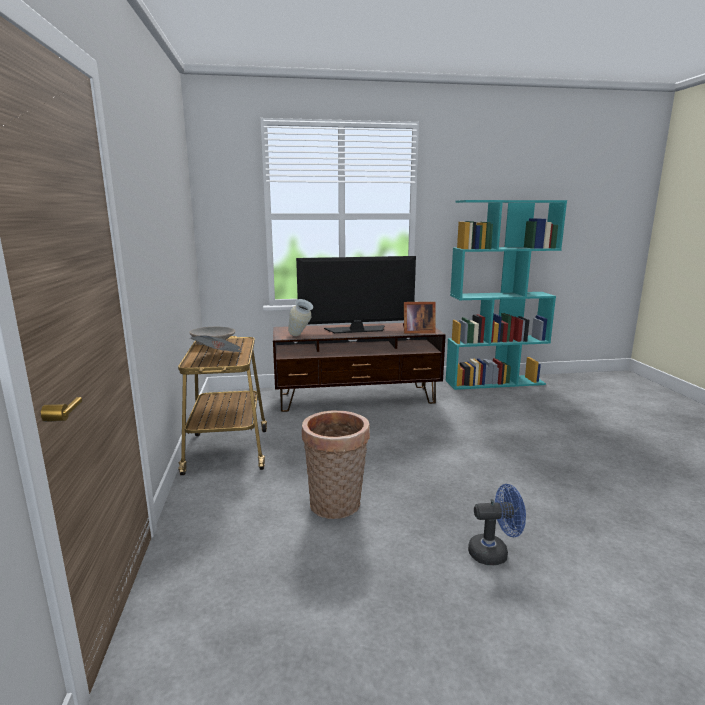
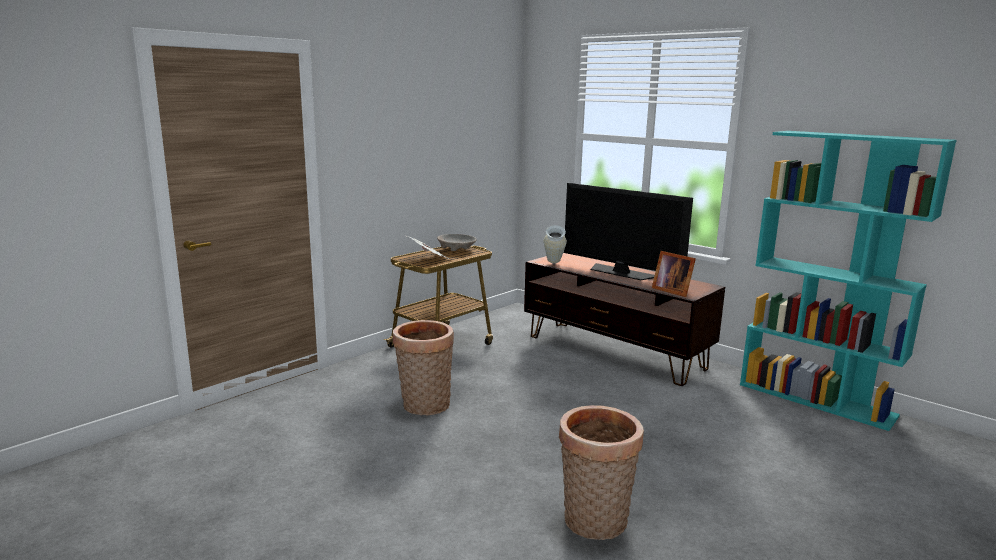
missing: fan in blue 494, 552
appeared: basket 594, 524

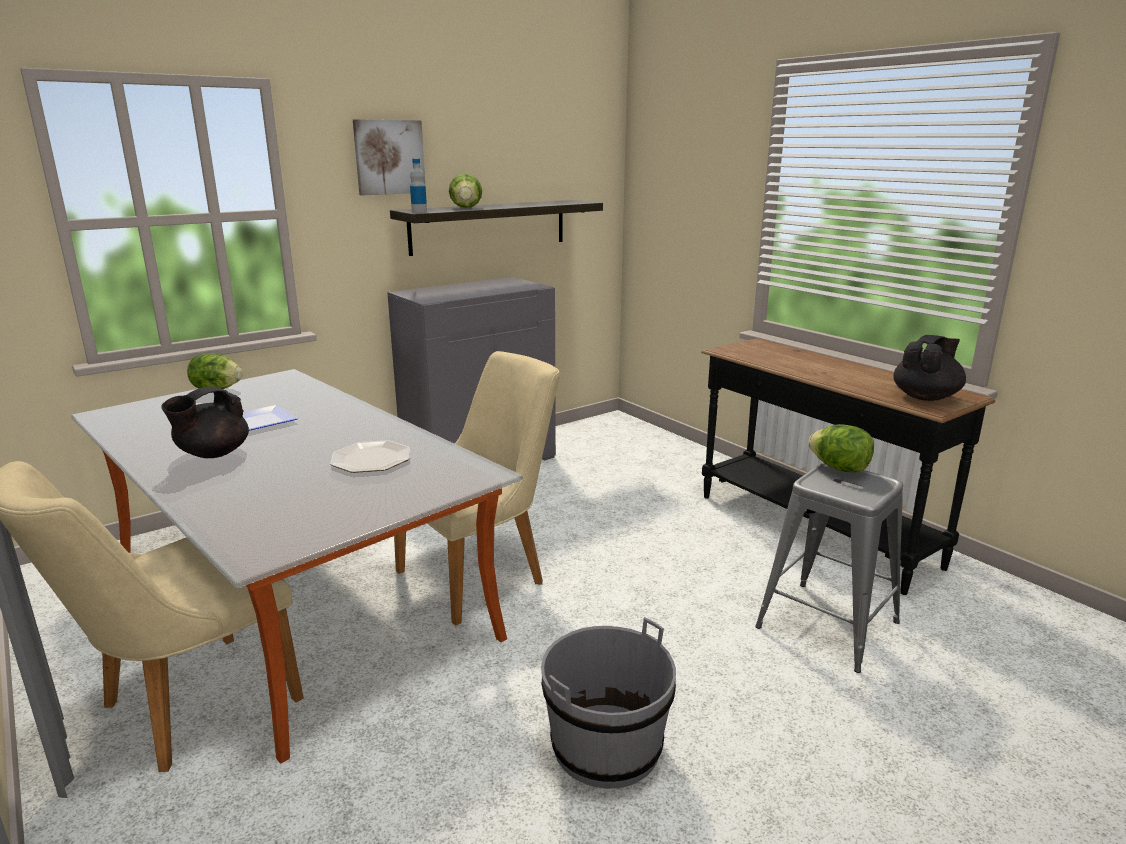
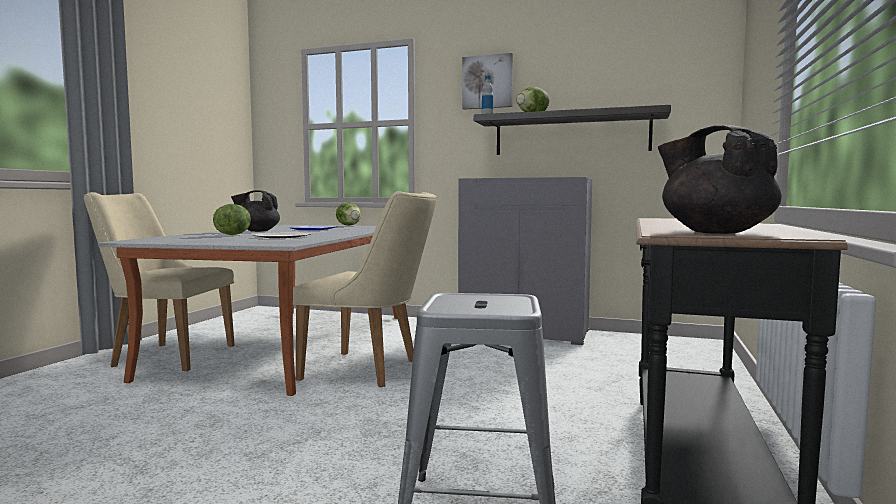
missing: bucket in grey 606, 747
relocated: lettuce 839, 468 to 234, 235
spun: teapot in black 926, 397 = 715, 232 135 degrees counterclockwise

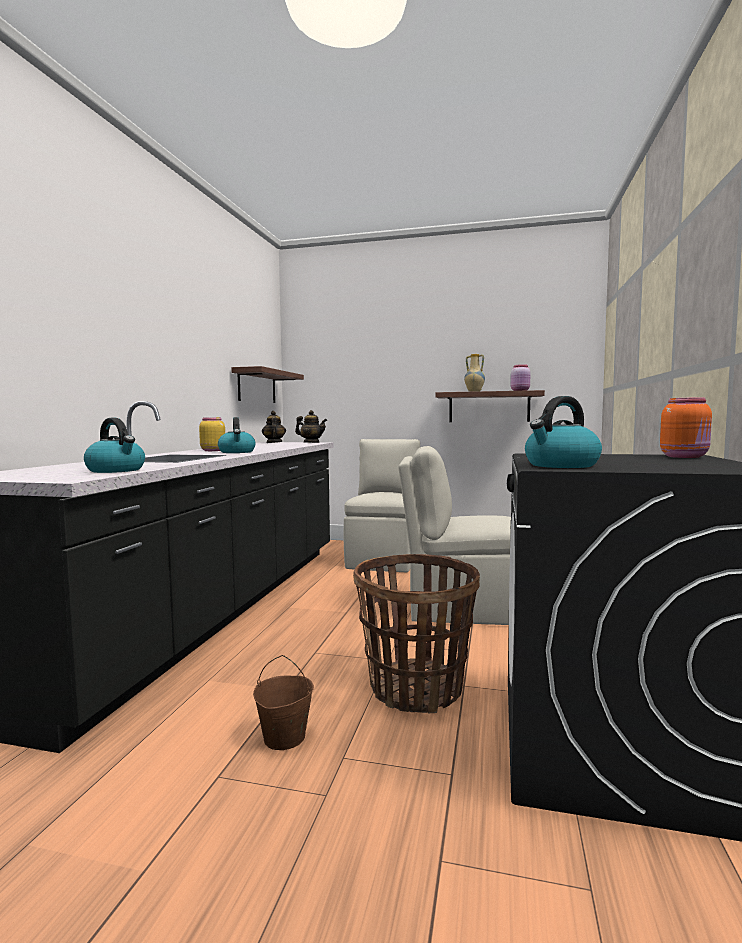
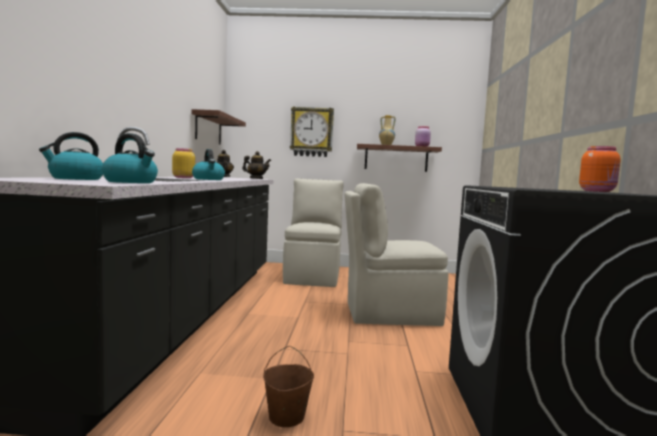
missing: basket 416, 688
appeared: wall clock 311, 132
relocated: kettle 561, 465 to 75, 179

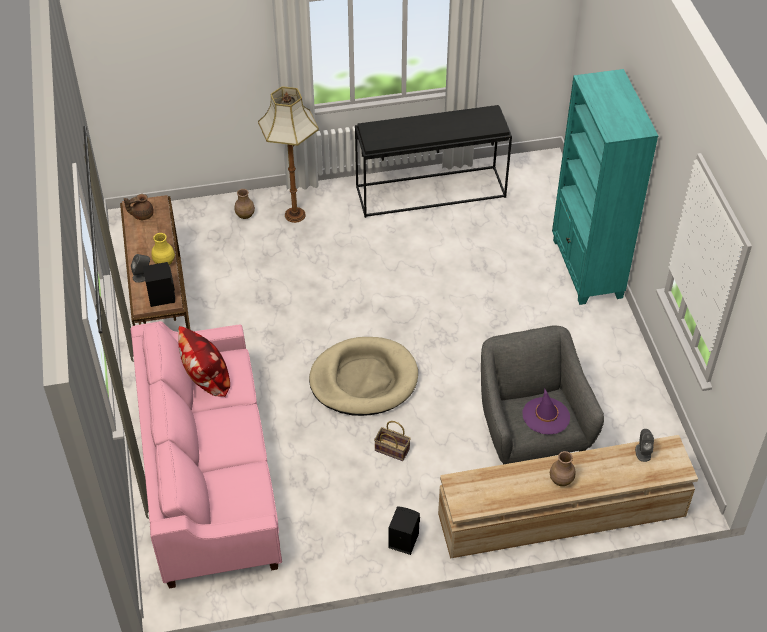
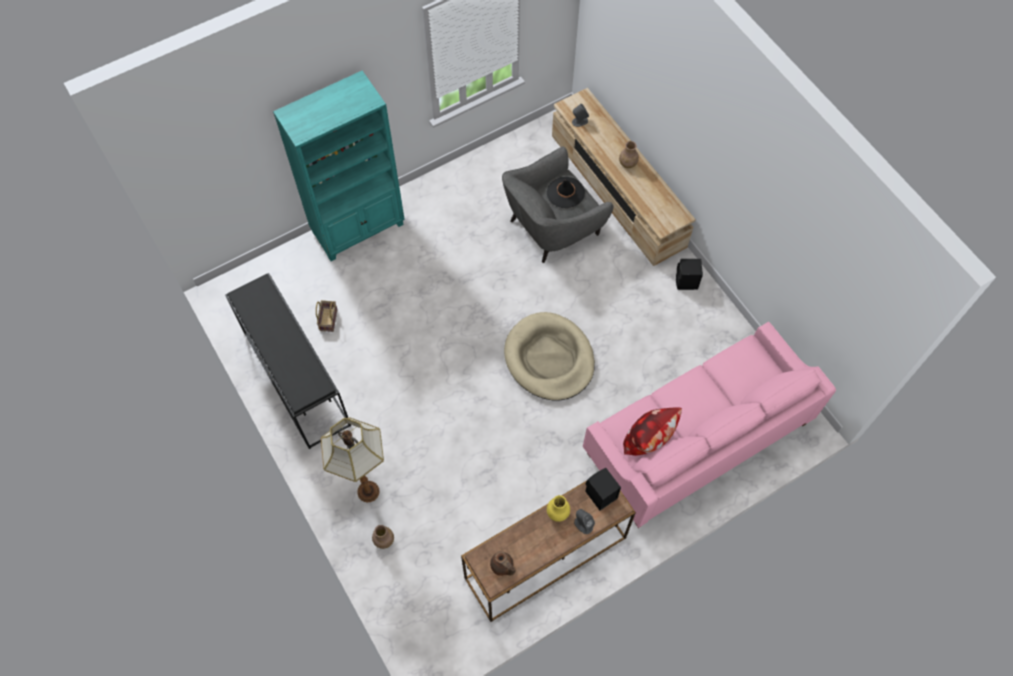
relocated: basket 393, 449 to 328, 319
colour: hat in purple 546, 416 to hat in black 565, 192

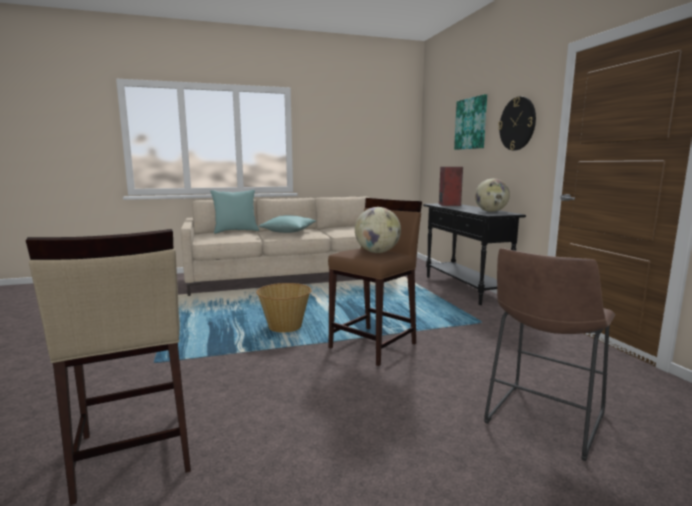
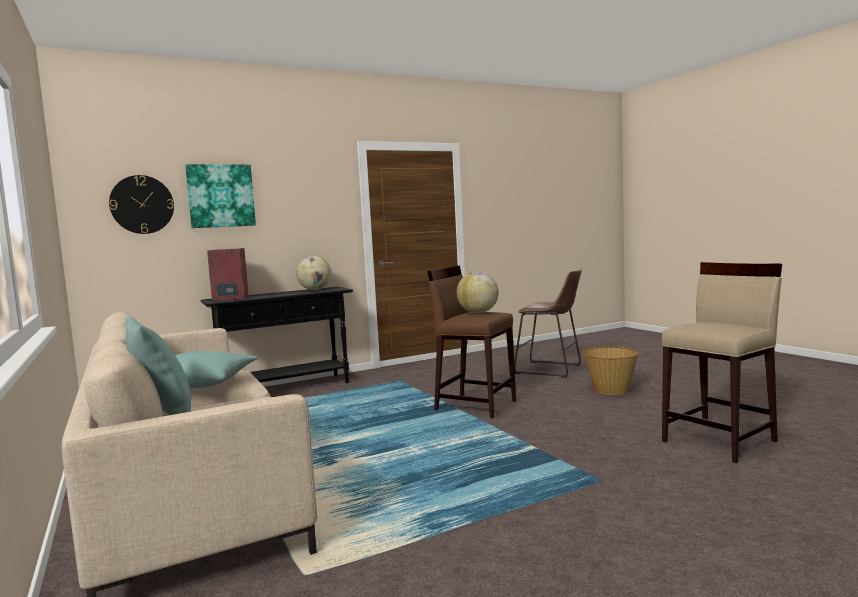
relocated: wall clock 517, 124 to 142, 204; basket 285, 327 to 610, 390

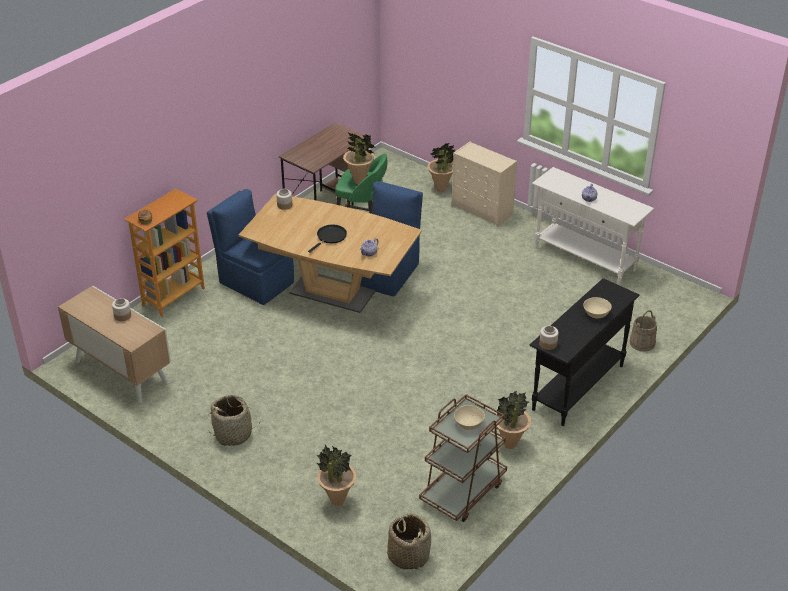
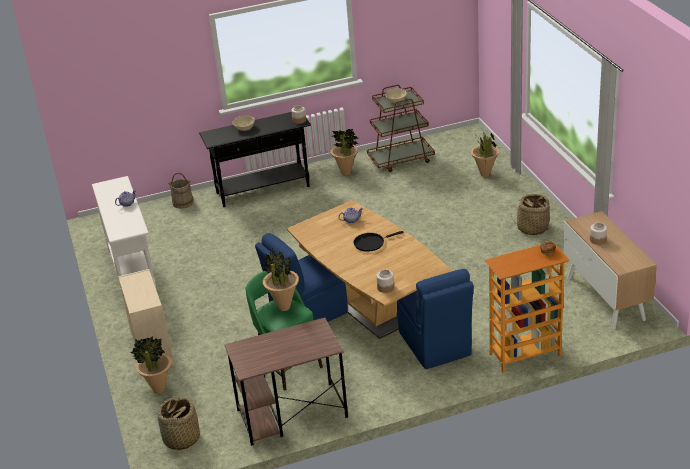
relocated: basket 408, 555 to 181, 439

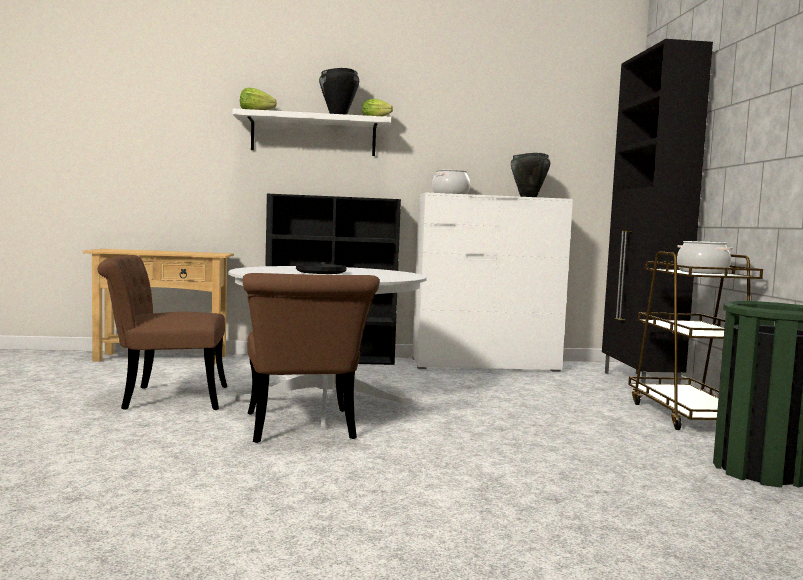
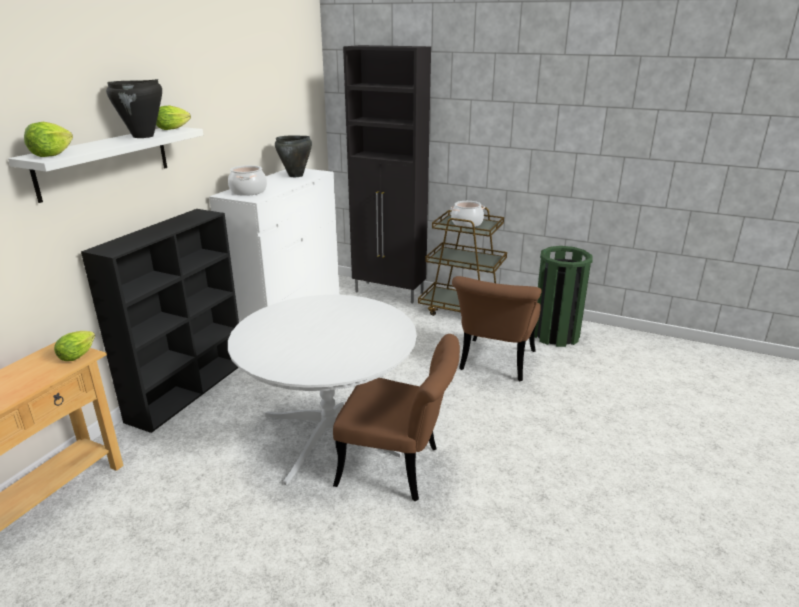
missing: frying pan in black 320, 271
appeared: lettuce 79, 355
relocated: chair in brown 163, 398 to 495, 364

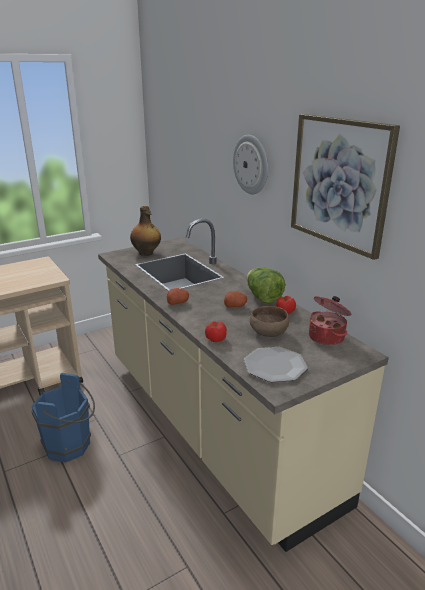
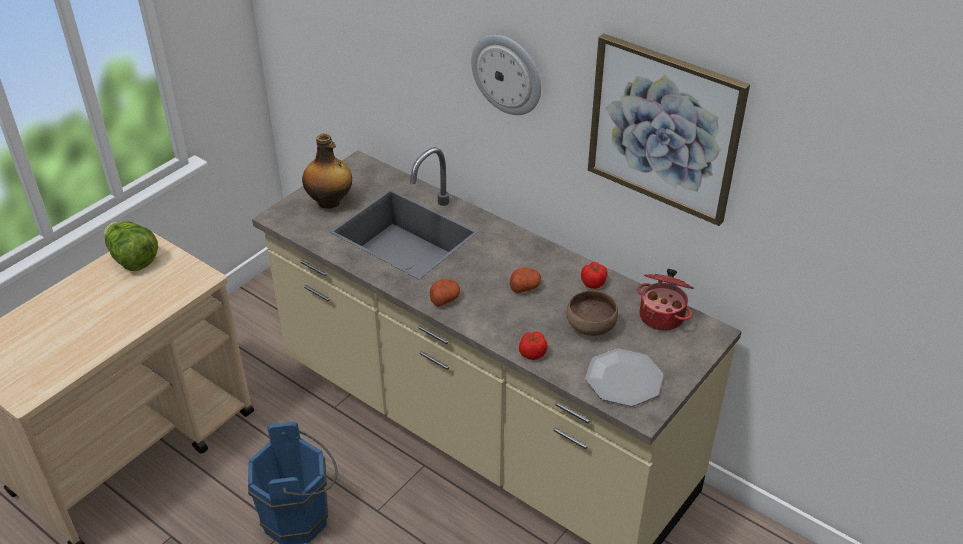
relocated: lettuce 263, 297 to 133, 259

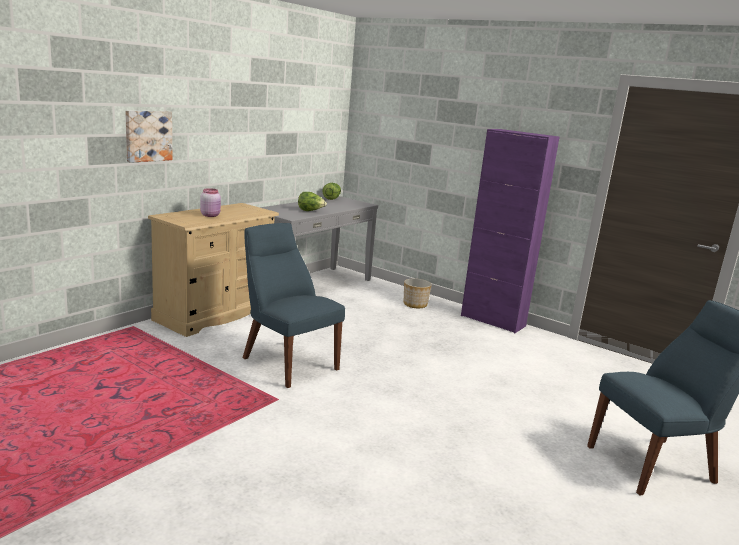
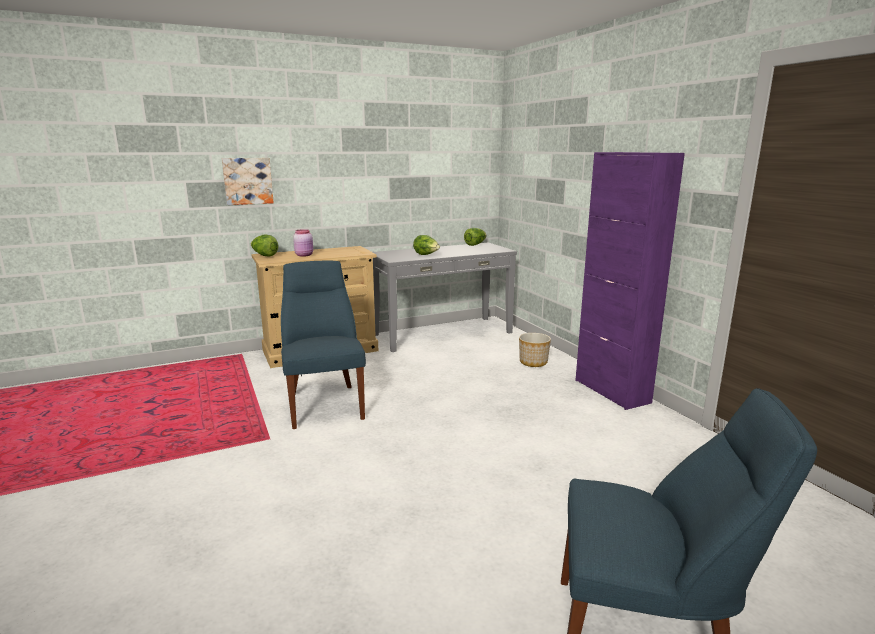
appeared: lettuce 264, 256

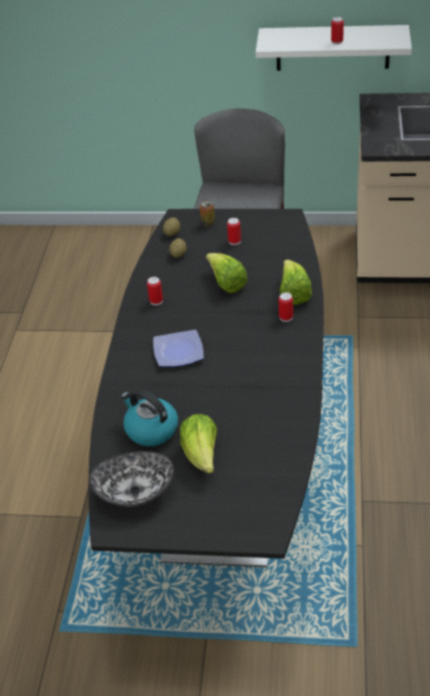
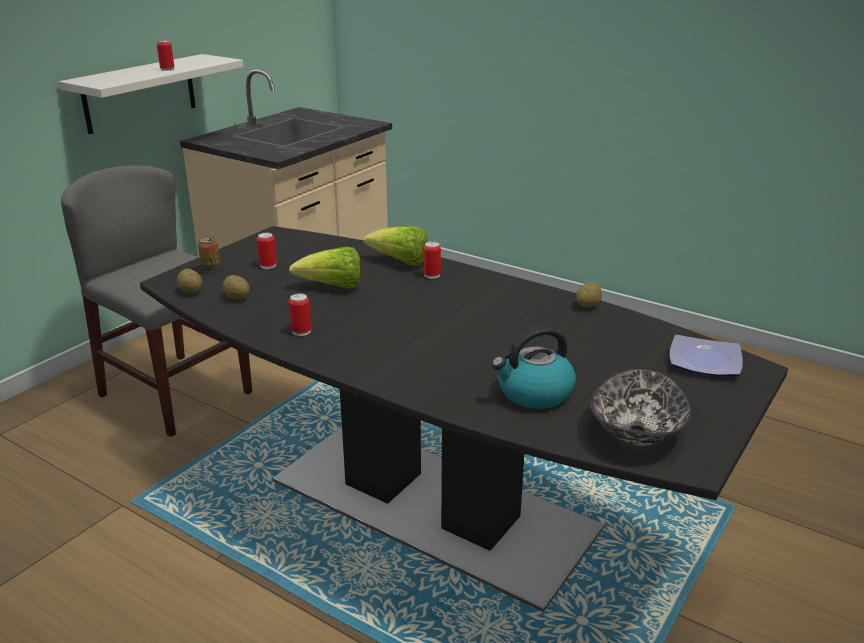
missing: lettuce 202, 455
appeared: potato 588, 305
relocated: plate 179, 351 to 703, 360

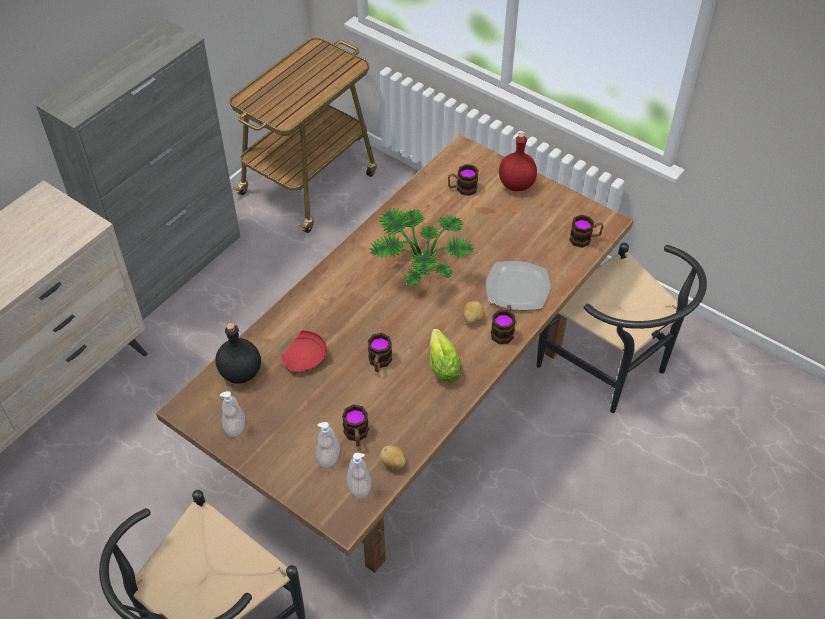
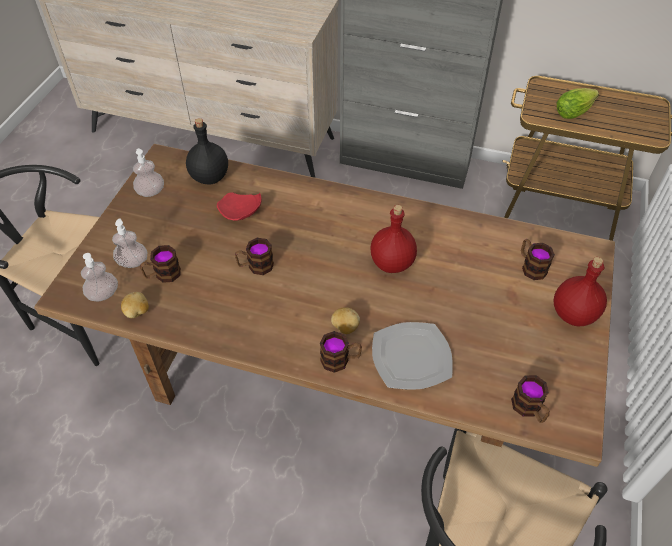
relocated: lettuce 442, 362 to 575, 111
exchanged: potted plant 420, 269 to bottle in red 393, 263

